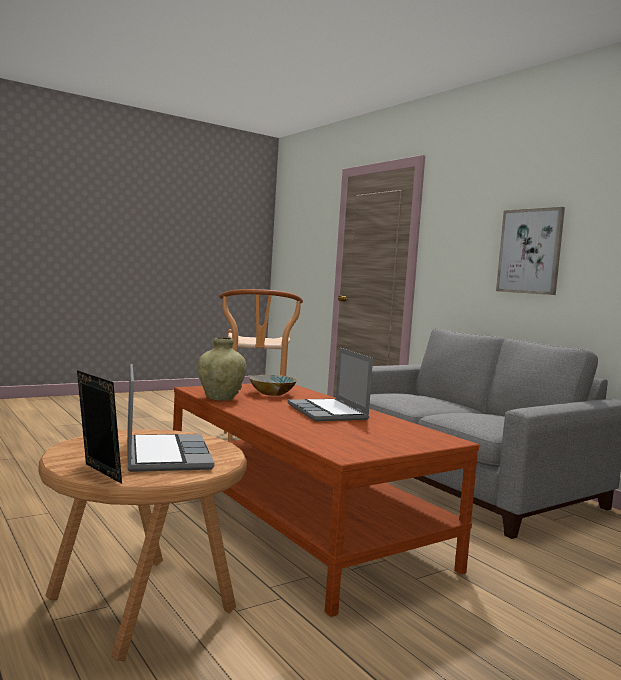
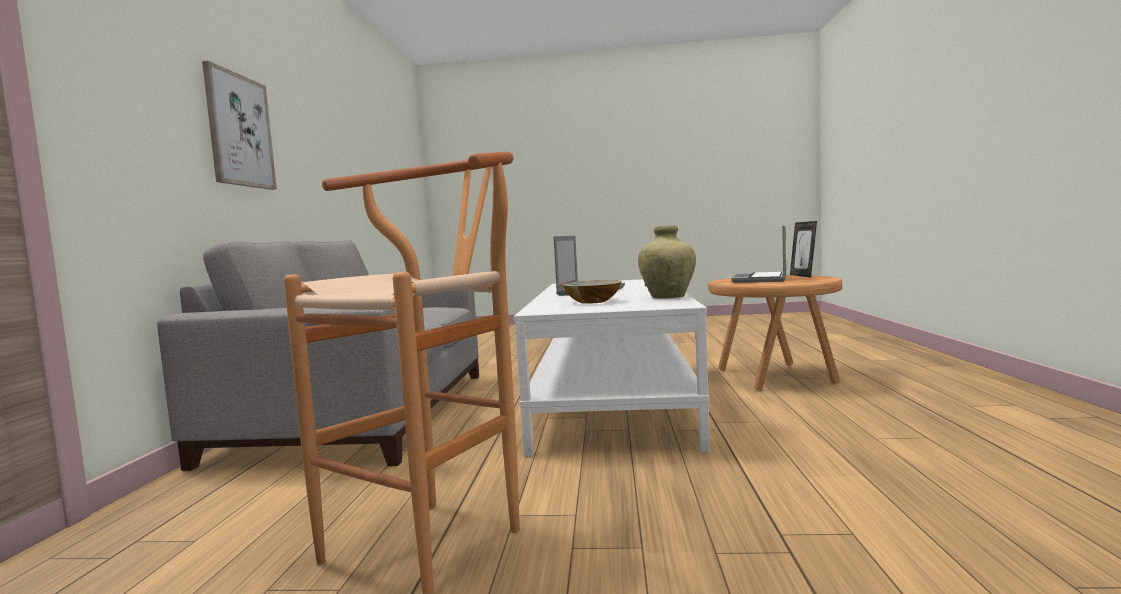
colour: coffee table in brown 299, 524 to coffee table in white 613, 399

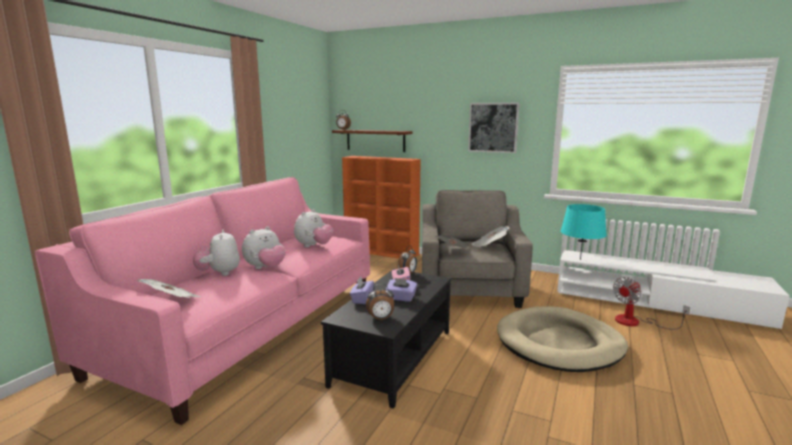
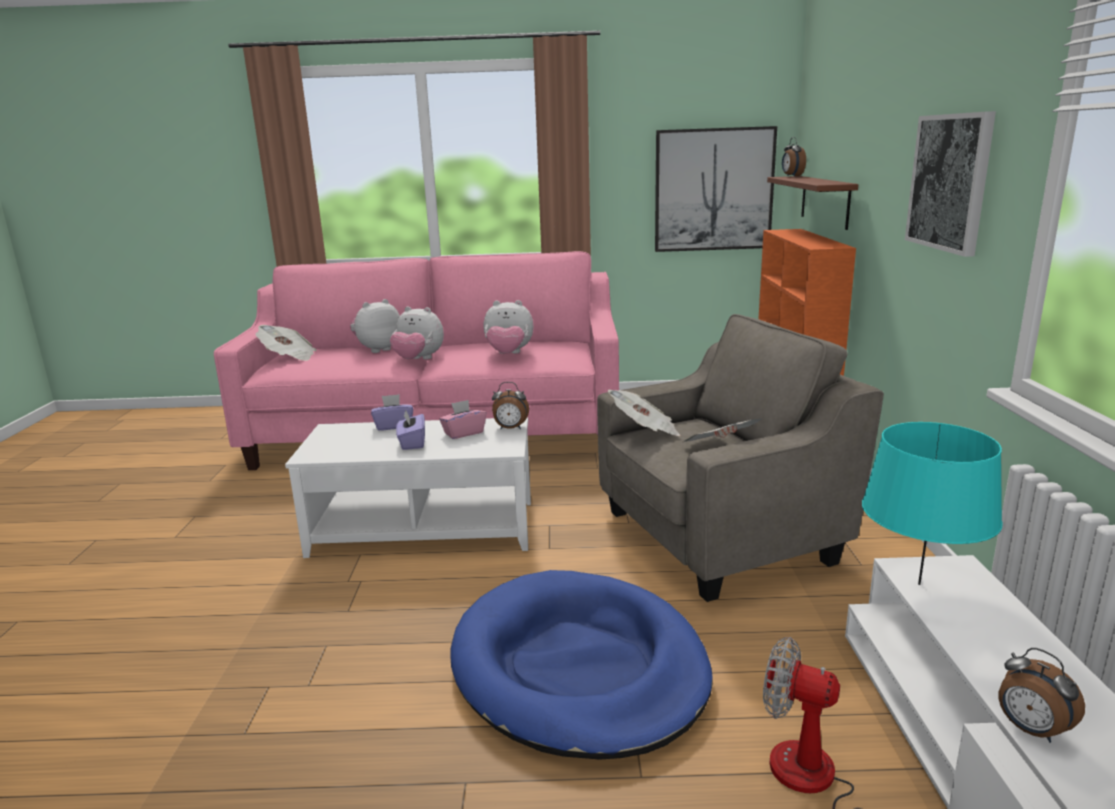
appeared: picture 713, 190
relocated: alarm clock 380, 319 to 1030, 730
colour: coffee table in black 392, 357 to coffee table in white 424, 527; dog bed in beige 559, 343 to dog bed in blue 579, 668

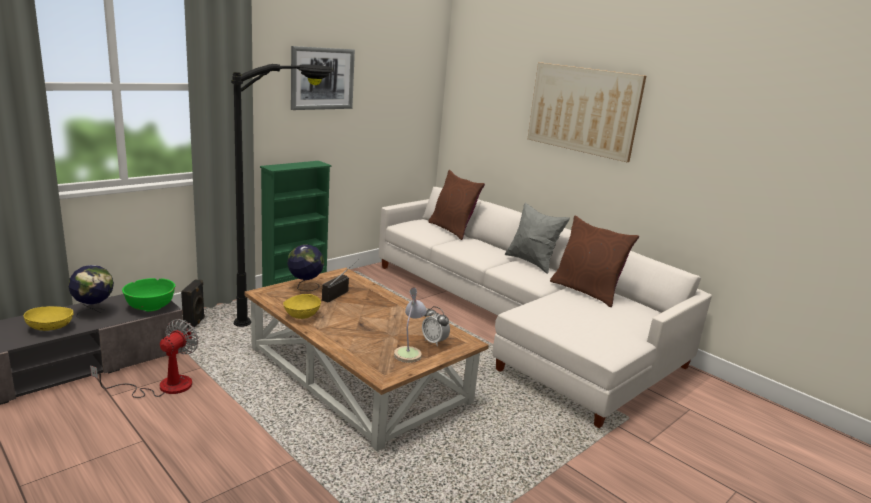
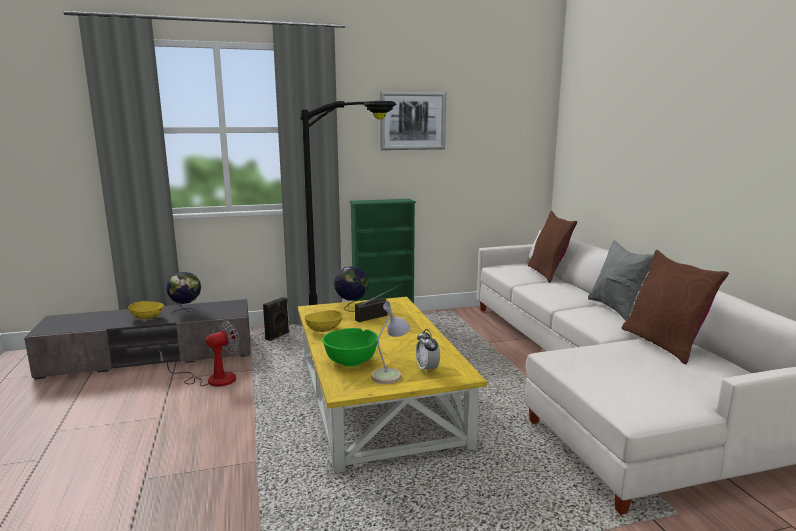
missing: picture 583, 110
relocated: bowl in green 150, 307 to 351, 361
colour: coffee table in brown 359, 374 to coffee table in yellow 378, 399

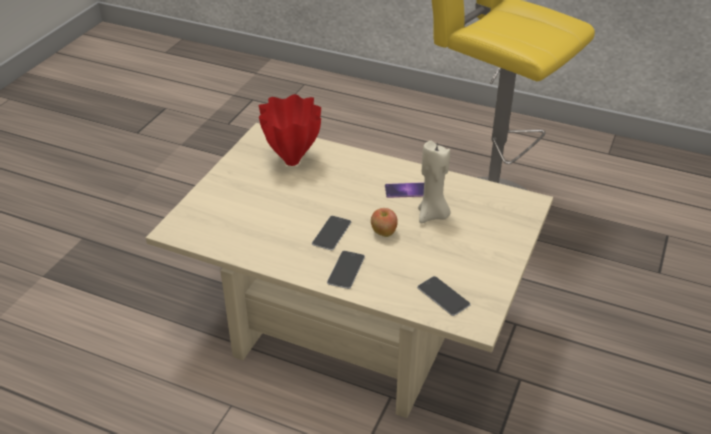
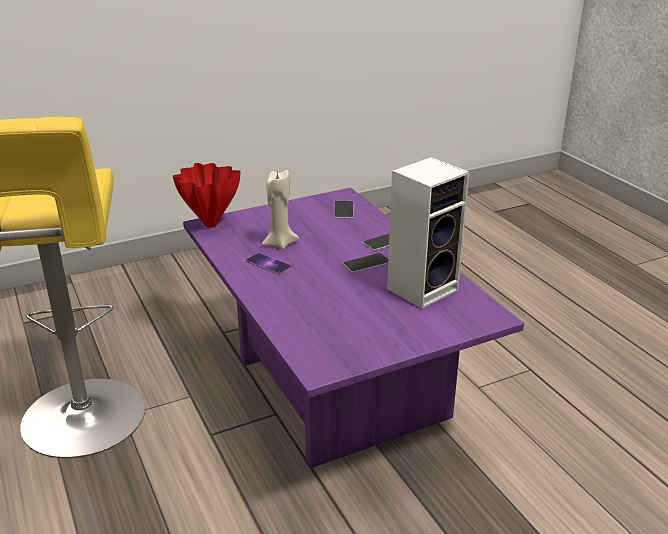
missing: apple 383, 233
appeared: speaker 423, 288
relocated: vase in red 293, 161 to 209, 224
colour: coffee table in beige 355, 327 to coffee table in purple 334, 388

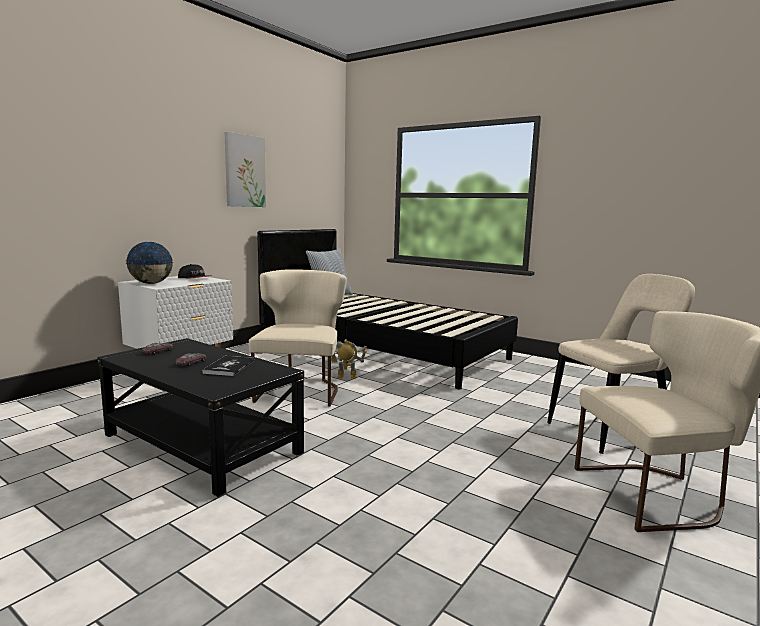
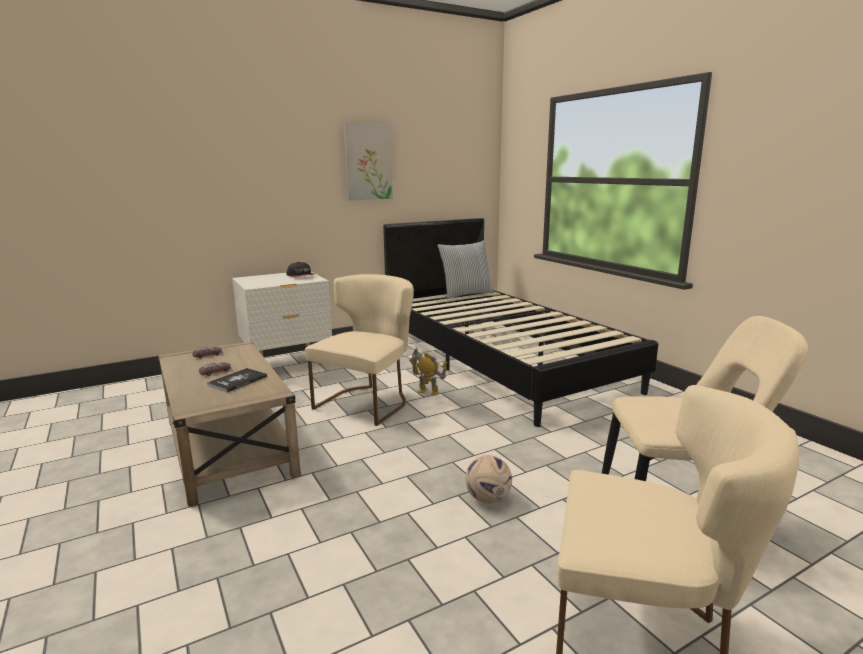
missing: globe 151, 283
appeared: football 487, 499
colour: coffee table in black 201, 444 to coffee table in beige 229, 447

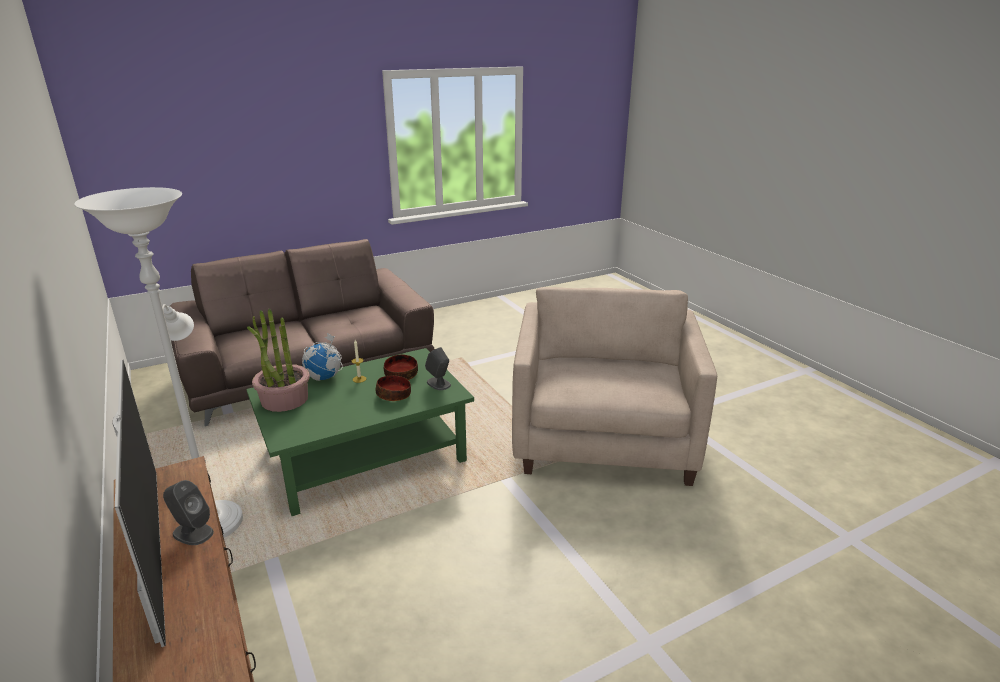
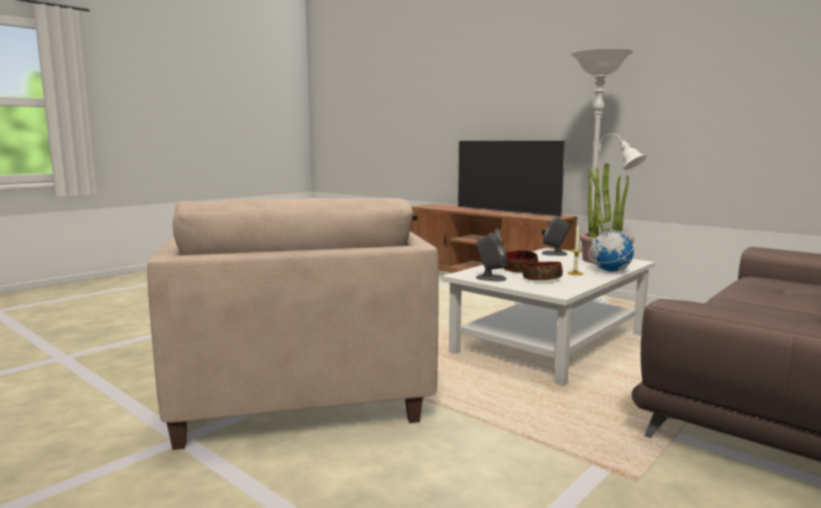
relocated: speaker in grey 192, 532 to 555, 253
colour: coffee table in green 365, 455 to coffee table in white 551, 343

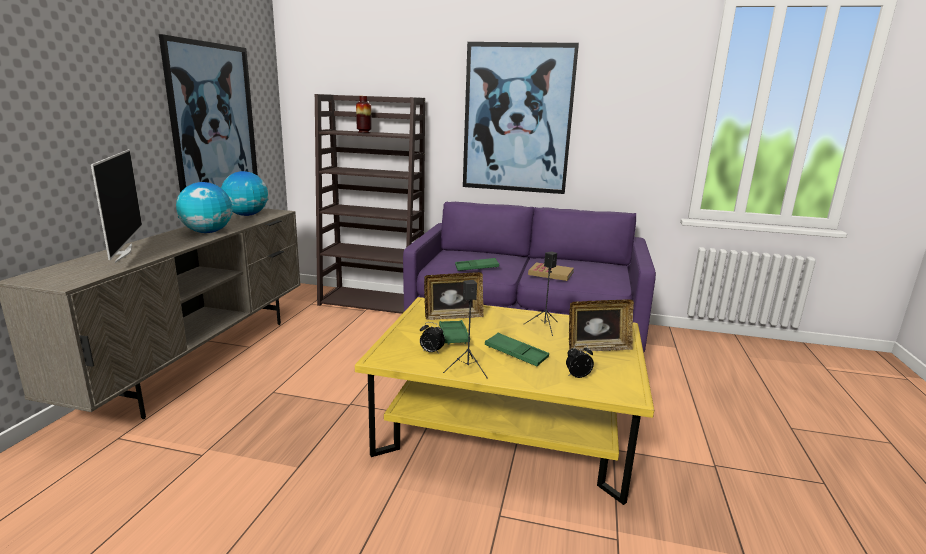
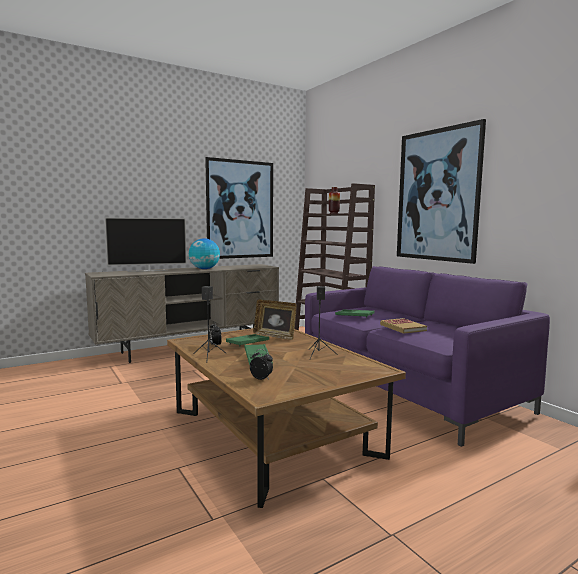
missing: globe 246, 215; picture frame 597, 348
colour: coffee table in yellow 505, 428 to coffee table in brown 272, 433
spun: television 122, 253 = 148, 270 45 degrees clockwise

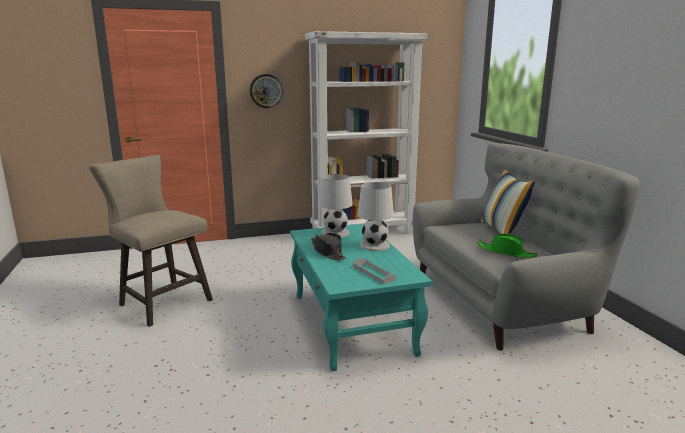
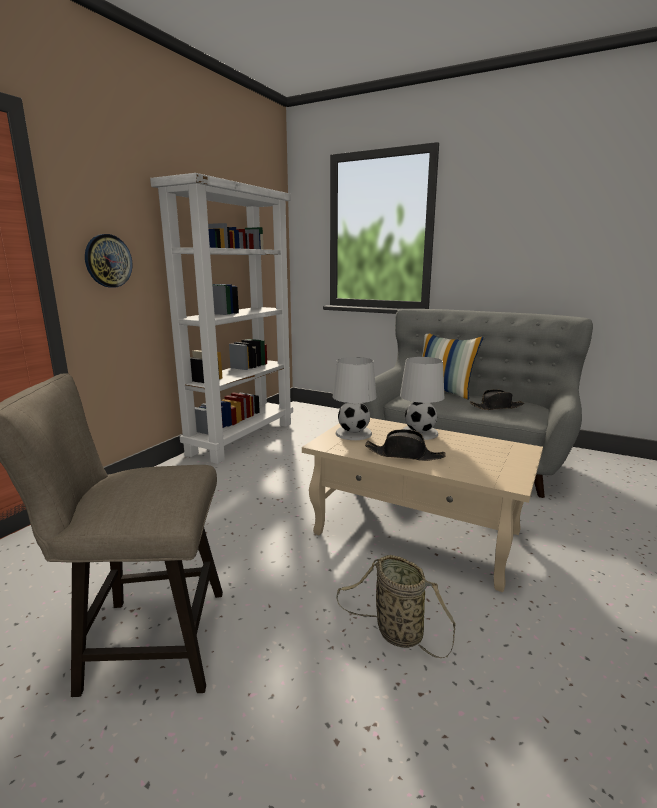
missing: tray in grey 374, 273
appeared: basket 395, 632
colour: coffee table in turquoise 352, 323 to coffee table in beige 418, 533; hat in green 506, 252 to hat in black 496, 407

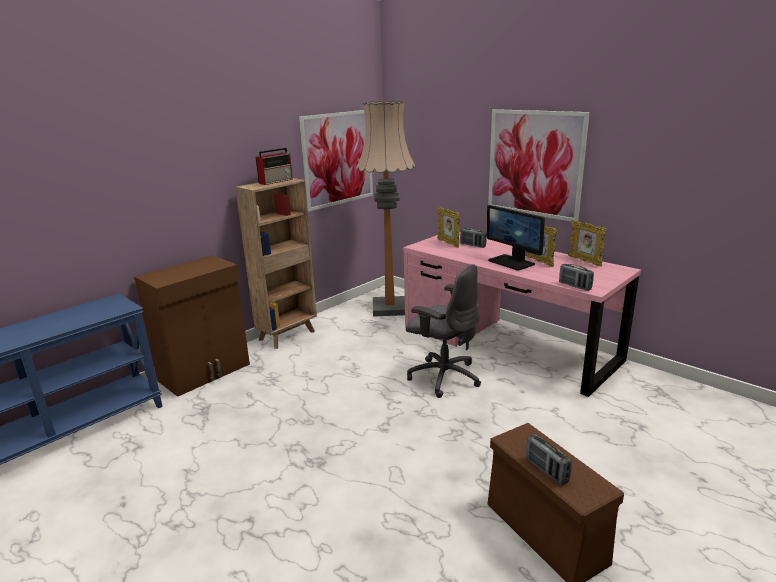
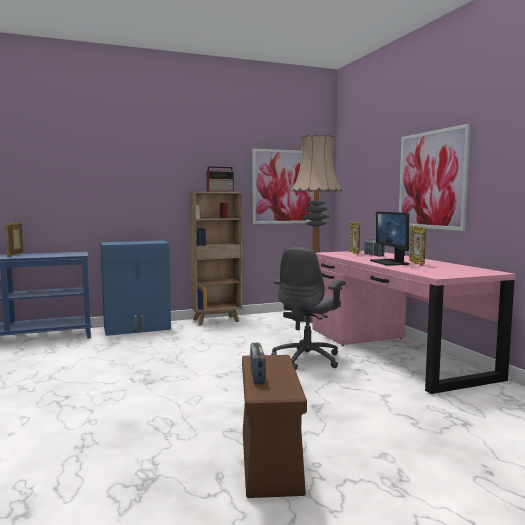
missing: radio 574, 286
relocated: picture frame 584, 261 to 16, 255
colour: cabinet in brown 205, 372 to cabinet in blue 137, 328
spun: office chair in grey 443, 376 = 307, 359 60 degrees clockwise

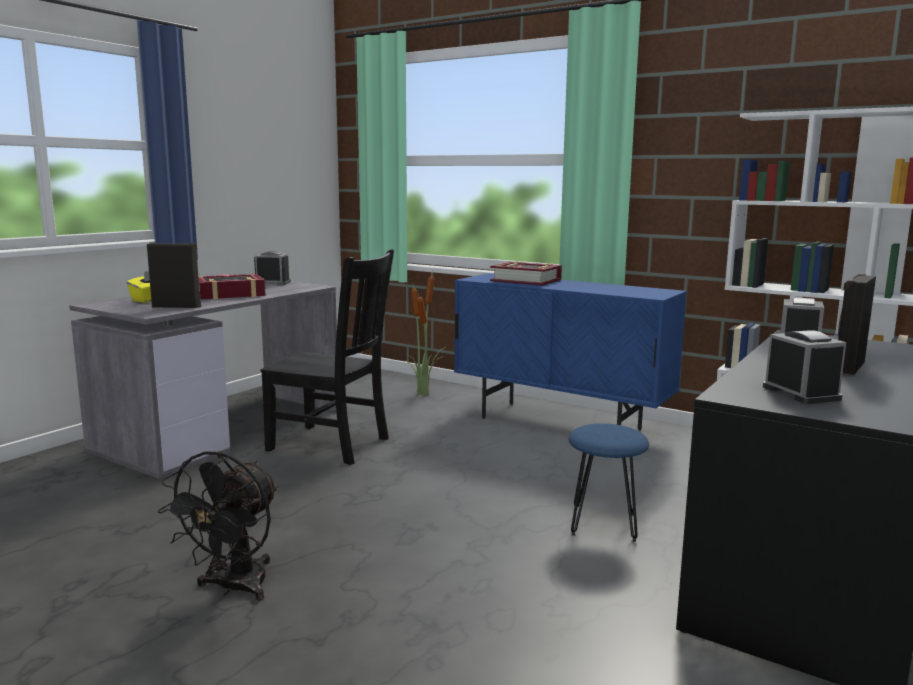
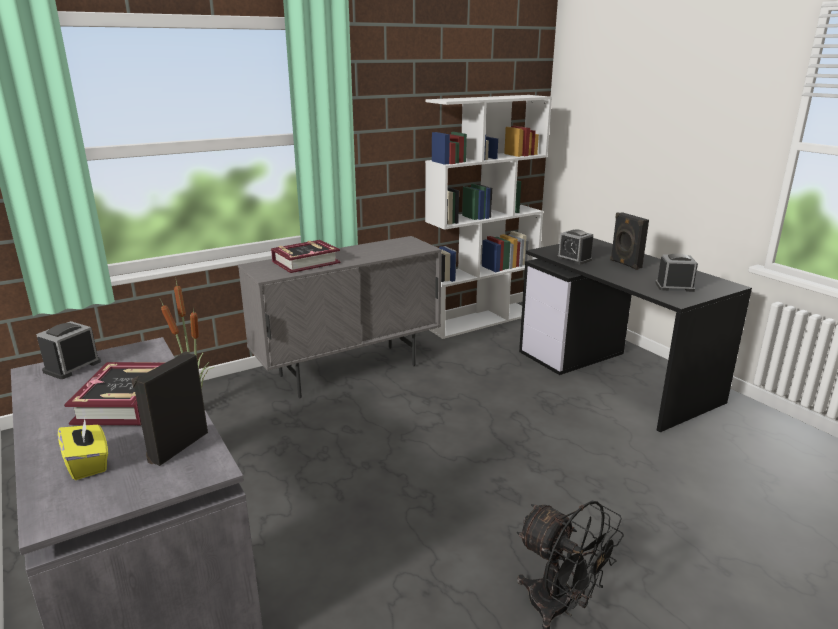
missing: chair in black 332, 445; stool in blue 603, 523
colour: cabinet in blue 560, 424 to cabinet in grey 349, 371

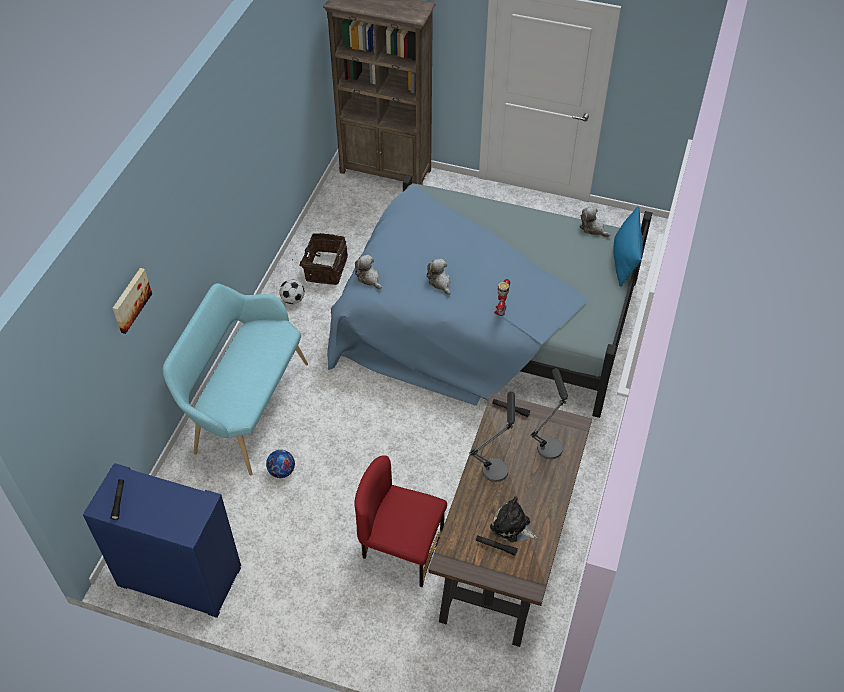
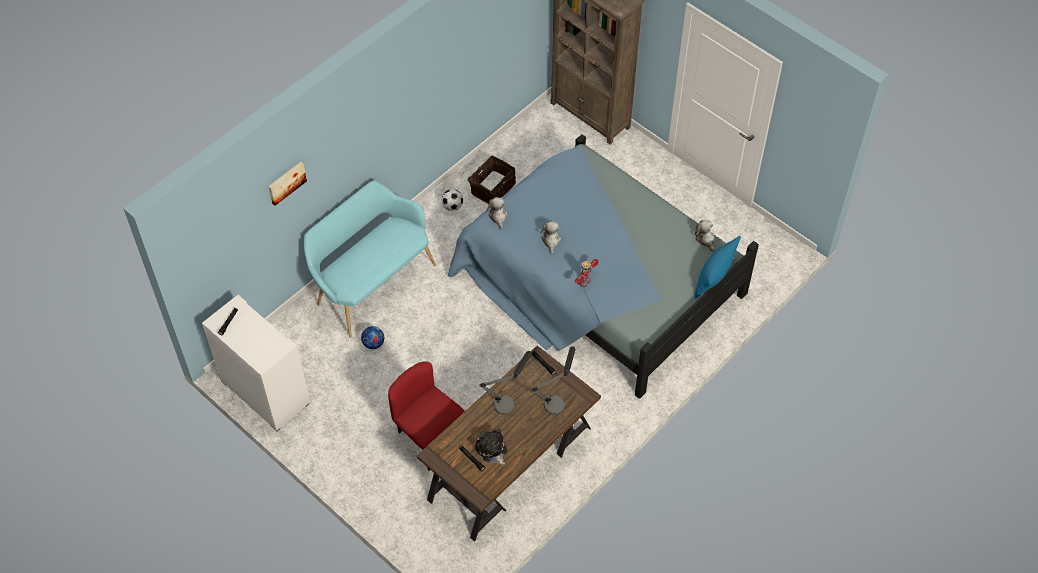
colour: cabinet in blue 178, 577 to cabinet in white 264, 392

